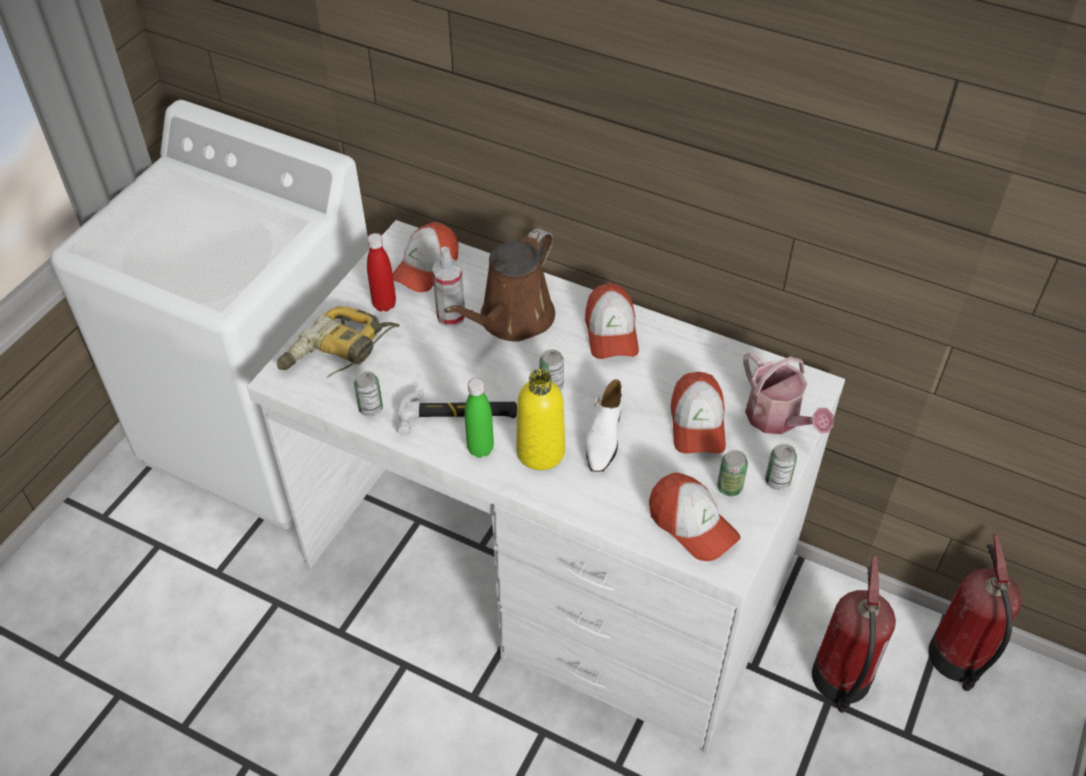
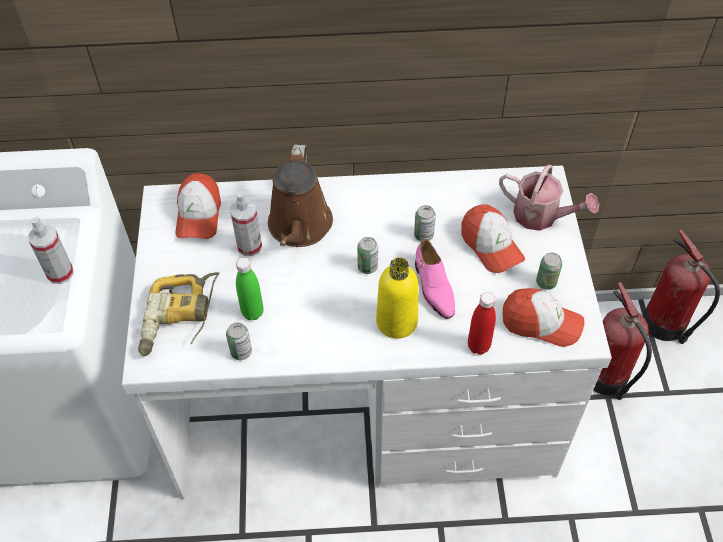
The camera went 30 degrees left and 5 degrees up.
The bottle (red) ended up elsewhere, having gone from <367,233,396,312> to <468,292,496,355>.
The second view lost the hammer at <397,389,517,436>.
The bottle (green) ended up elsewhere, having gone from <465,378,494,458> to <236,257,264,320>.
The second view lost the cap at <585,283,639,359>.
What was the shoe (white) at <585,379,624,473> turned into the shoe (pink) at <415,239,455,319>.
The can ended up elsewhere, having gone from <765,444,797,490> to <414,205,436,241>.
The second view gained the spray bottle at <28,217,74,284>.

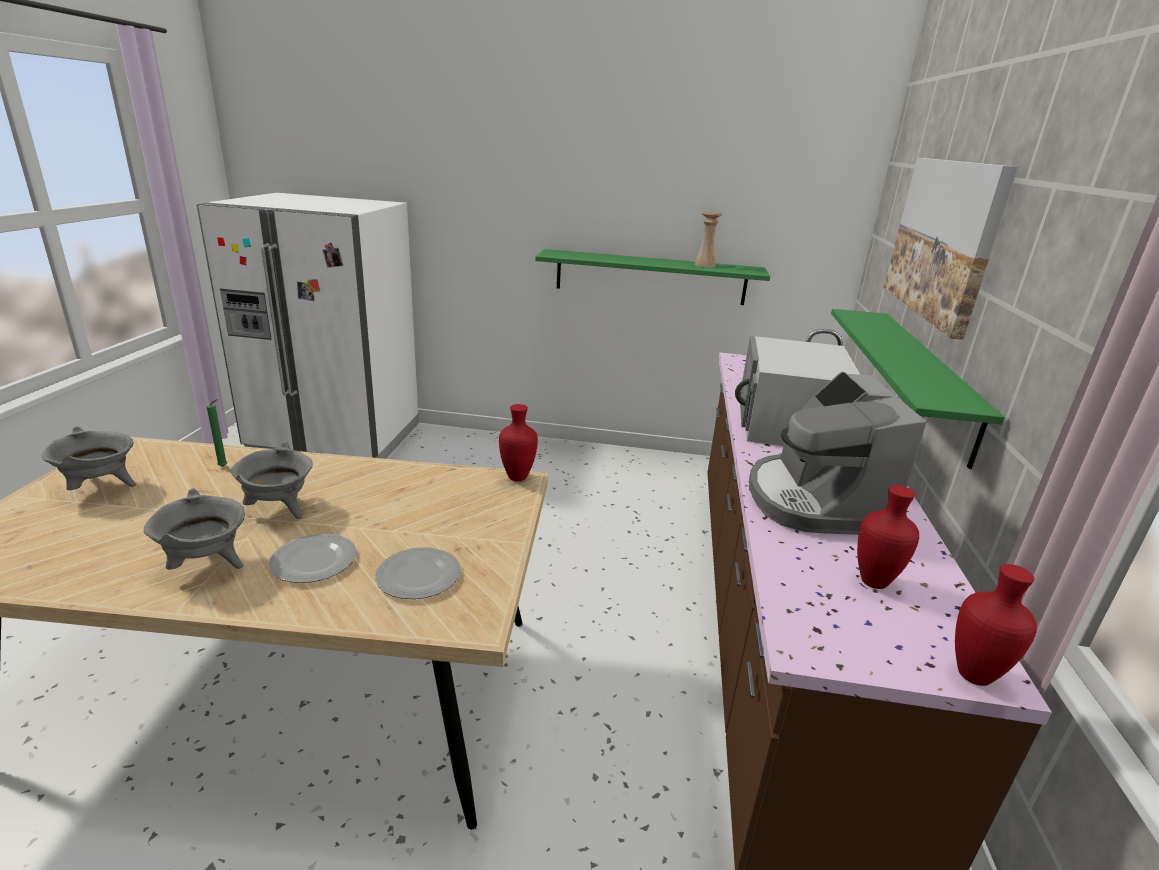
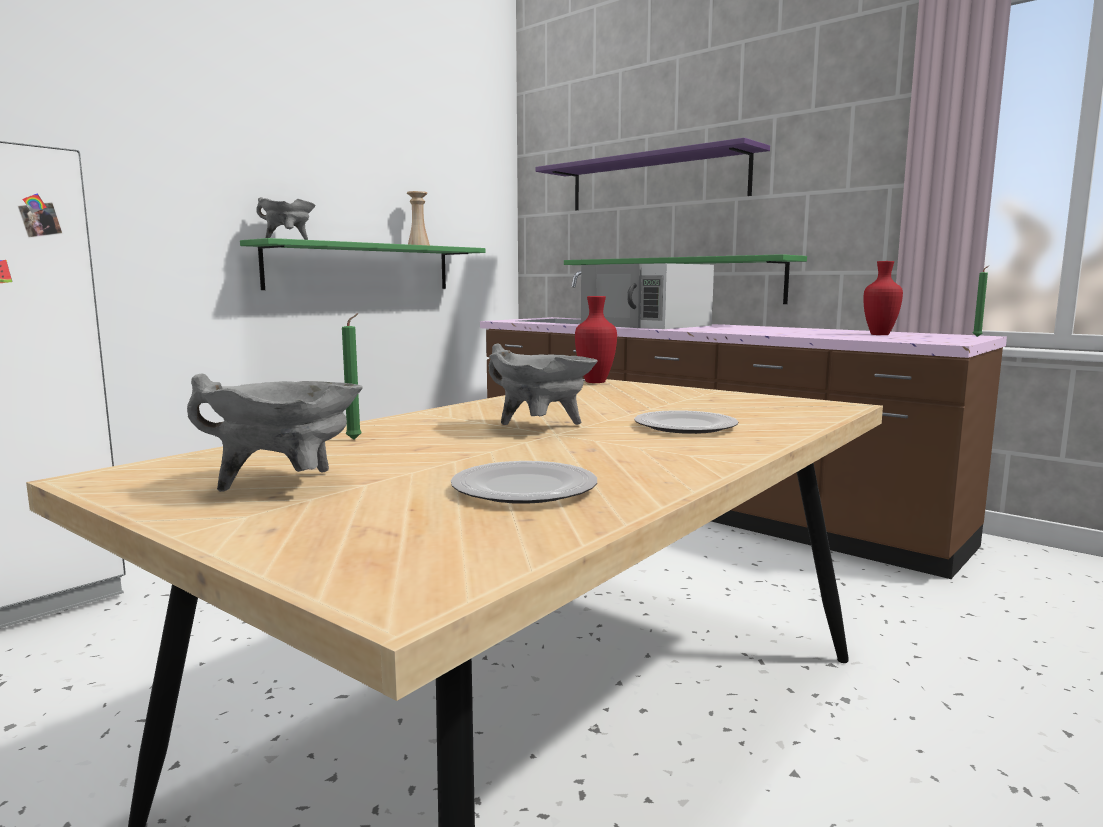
The camera went 55 degrees left and 15 degrees down.
The cooking pot (grey) ended up elsewhere, having gone from <144,488,245,570> to <256,197,316,240>.
The plate ended up elsewhere, having gone from <375,547,461,599> to <451,461,597,504>.
The second view lost the coffee machine at <749,372,927,535>.
Where the picture hung at <884,158,1018,340>, the shelf (purple) came to hang at <535,138,770,210>.
Where the vase (red) stood at <955,564,1037,686>, the candle (green) came to stand at <973,266,989,337>.

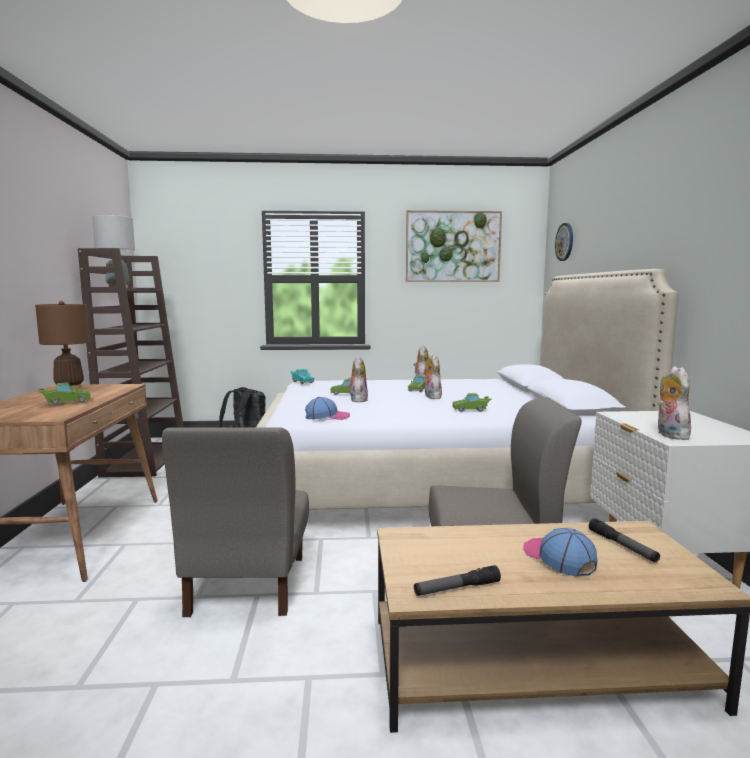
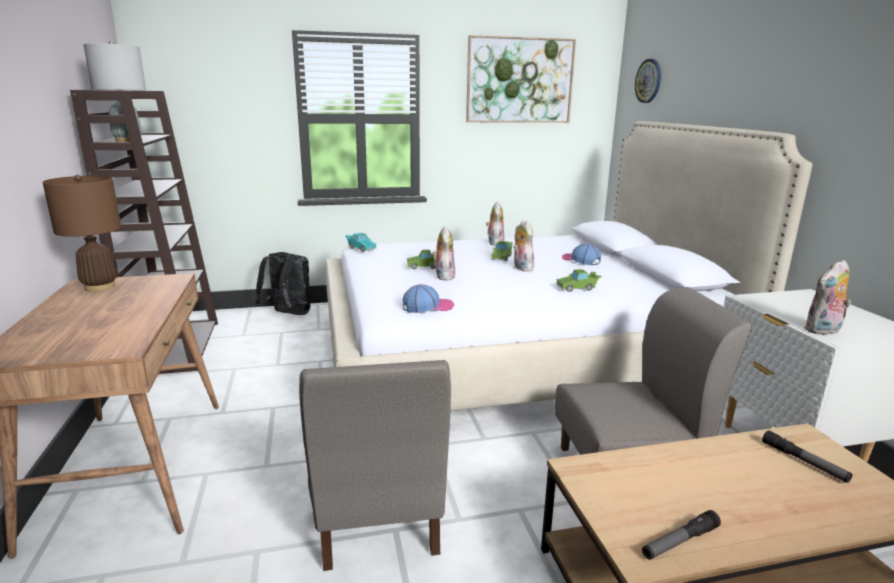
The camera went 10 degrees left and 10 degrees up.
The second view lost the toy car (green) at <38,382,91,406>.
The cap ended up elsewhere, having gone from <523,528,598,577> to <562,244,601,265>.
The plush toy at <657,366,691,440> ended up facing another way, 105 degrees counterclockwise from before.

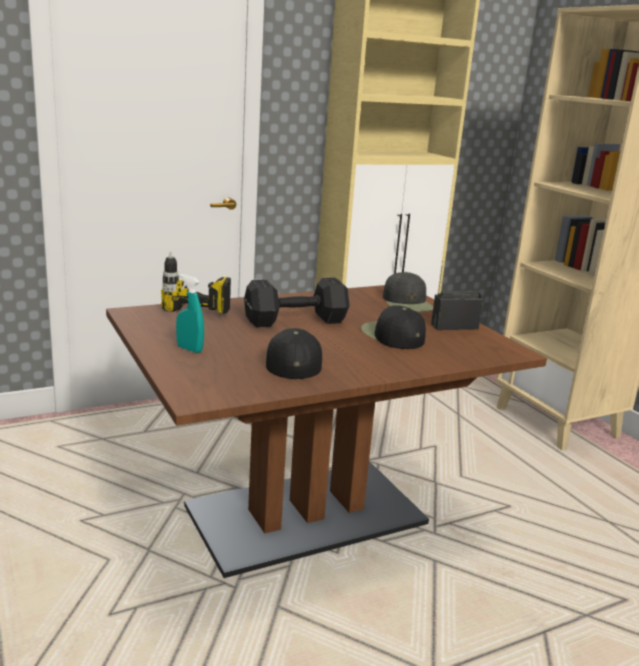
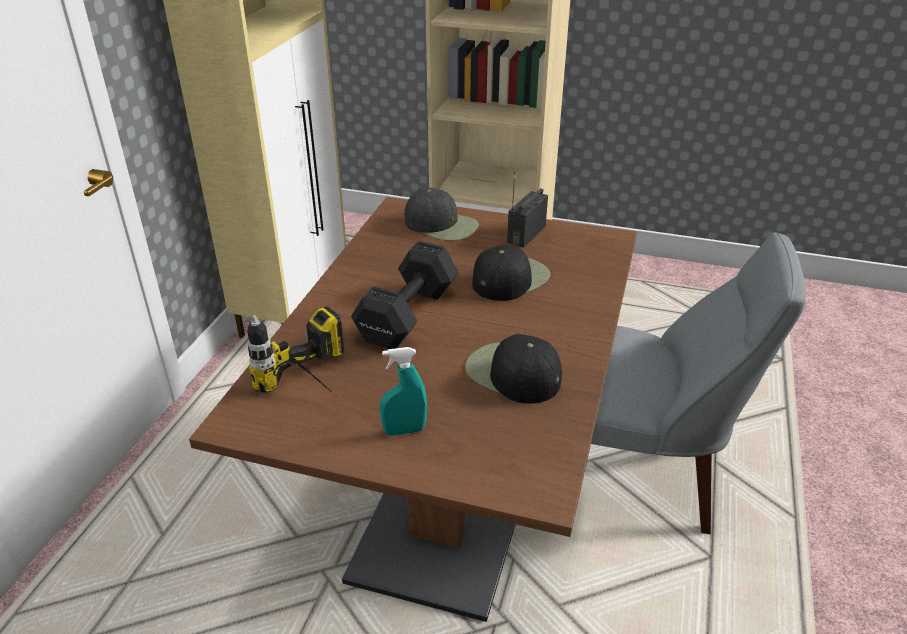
The camera went 45 degrees left and 15 degrees up.
The cap (black) at <361,305,426,349> ended up facing another way, 120 degrees clockwise from before.
The second view gained the chair (grey) at <591,232,806,534>.

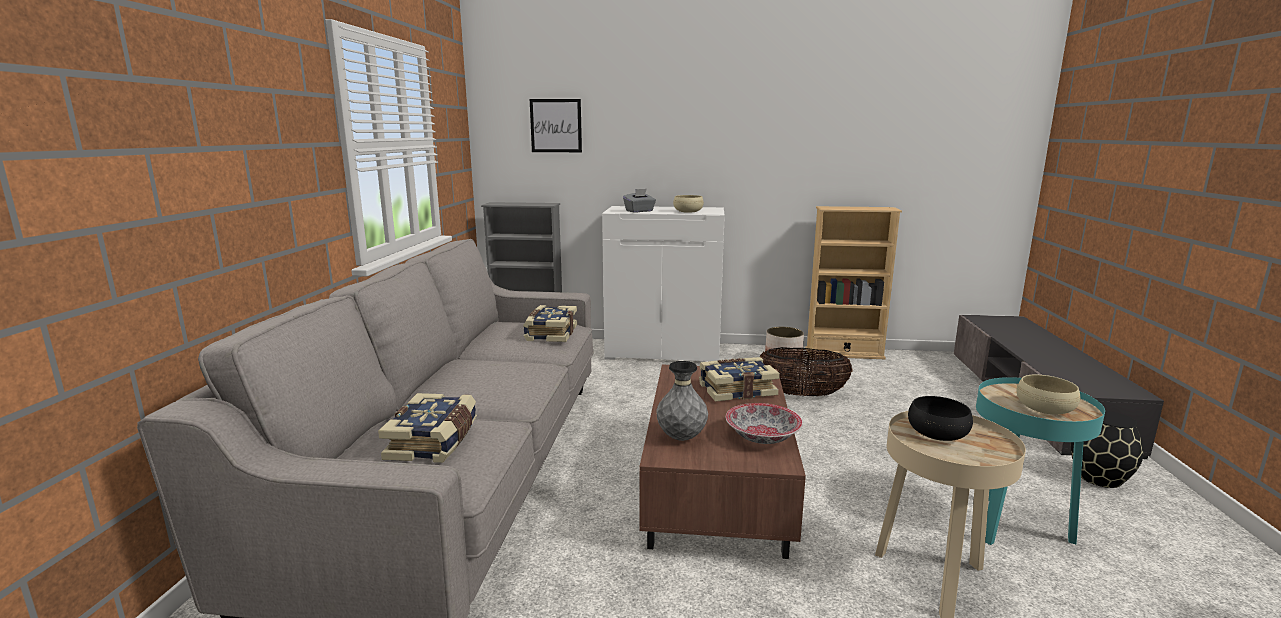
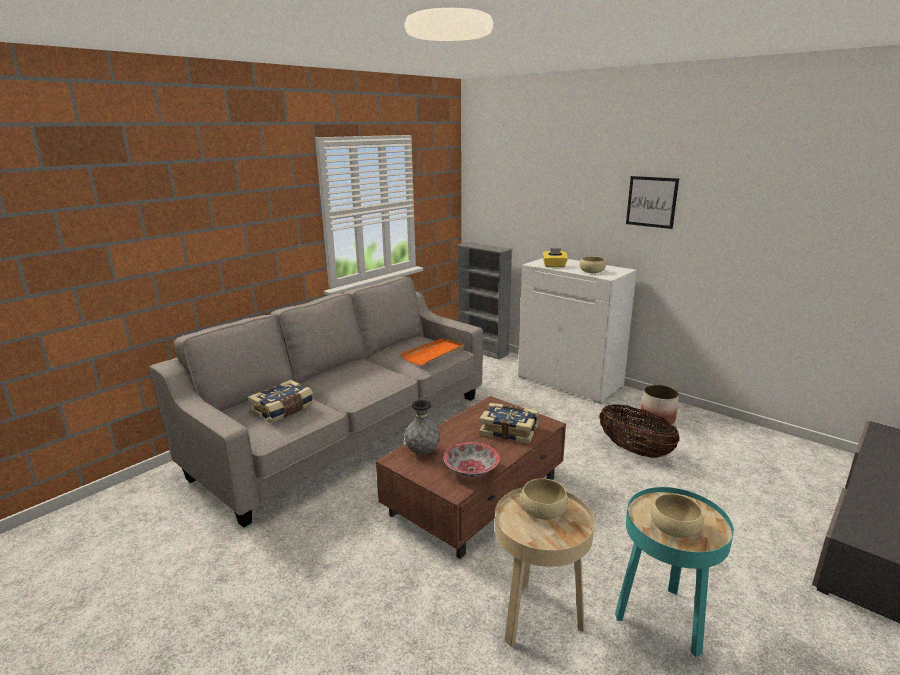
The camera went 35 degrees right and 5 degrees up.
Where the book stood at <523,305,577,342>, the tray (orange) came to stand at <401,338,464,366>.
The picture ended up elsewhere, having gone from <530,99,582,152> to <626,176,679,229>.
What was the tissue box (grey) at <623,189,656,213> turned into the tissue box (yellow) at <542,248,568,267>.
The second view lost the bookcase (beige) at <805,206,902,359>.
What was the bowl (black) at <908,396,973,441> turned into the bowl (beige) at <521,478,568,520>.
The second view lost the vase (black) at <1070,410,1143,488>.

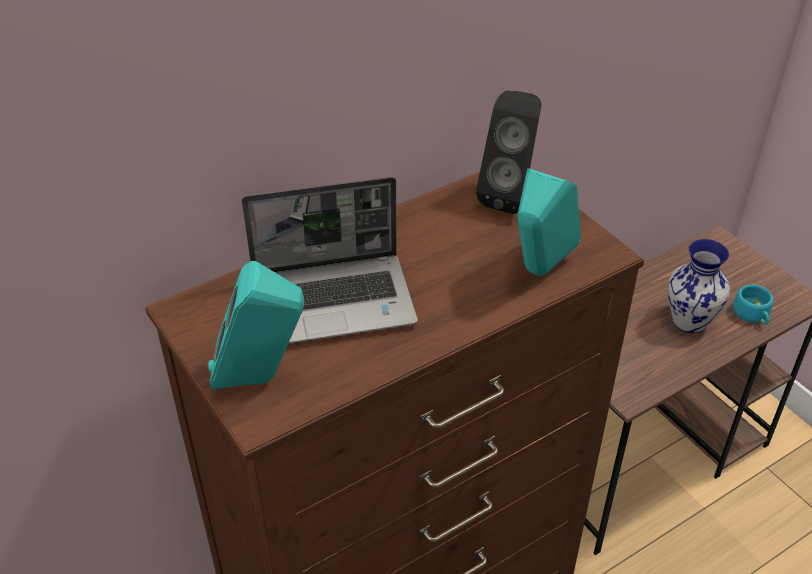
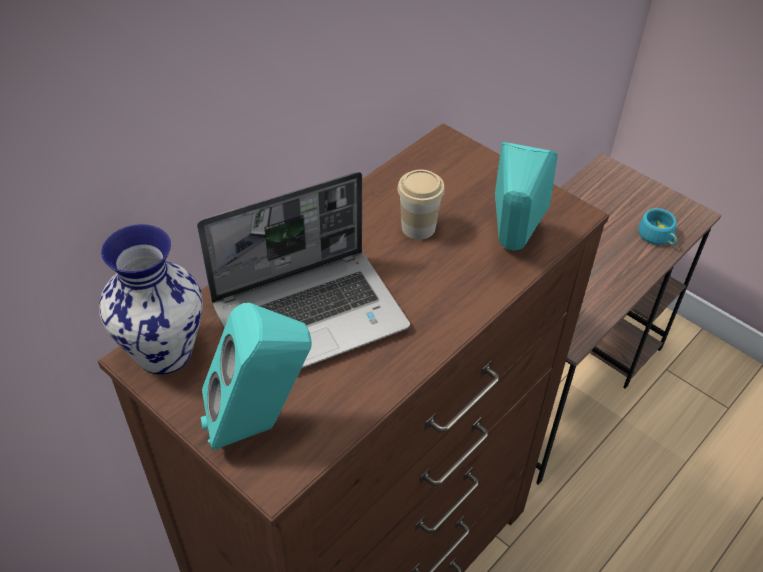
The camera went 15 degrees left and 5 degrees up.
The second view lost the speaker (black) at <476,91,541,214>.
The vase ended up elsewhere, having gone from <668,239,730,333> to <99,224,203,375>.
The second view gained the cup at <397,170,445,240>.

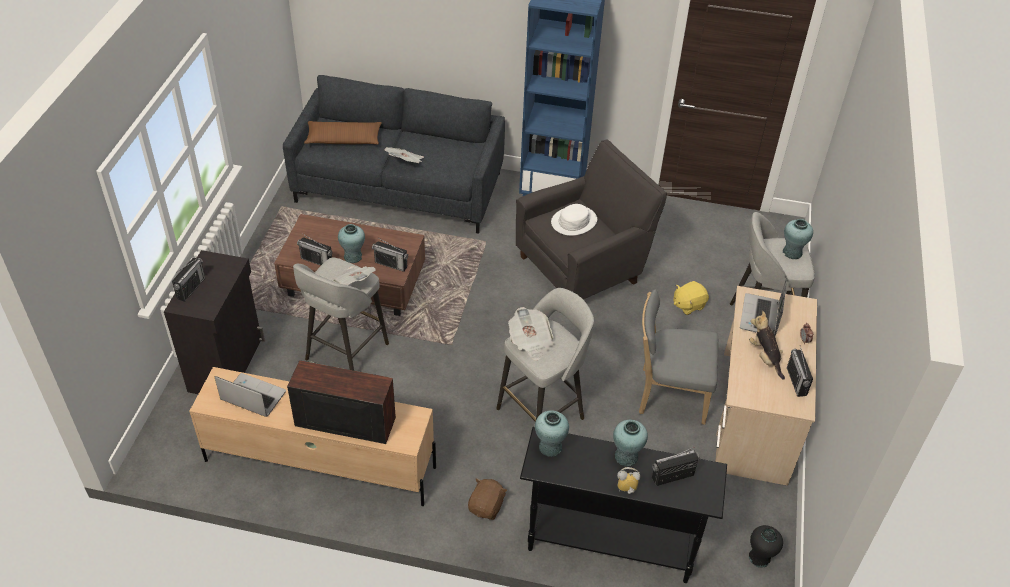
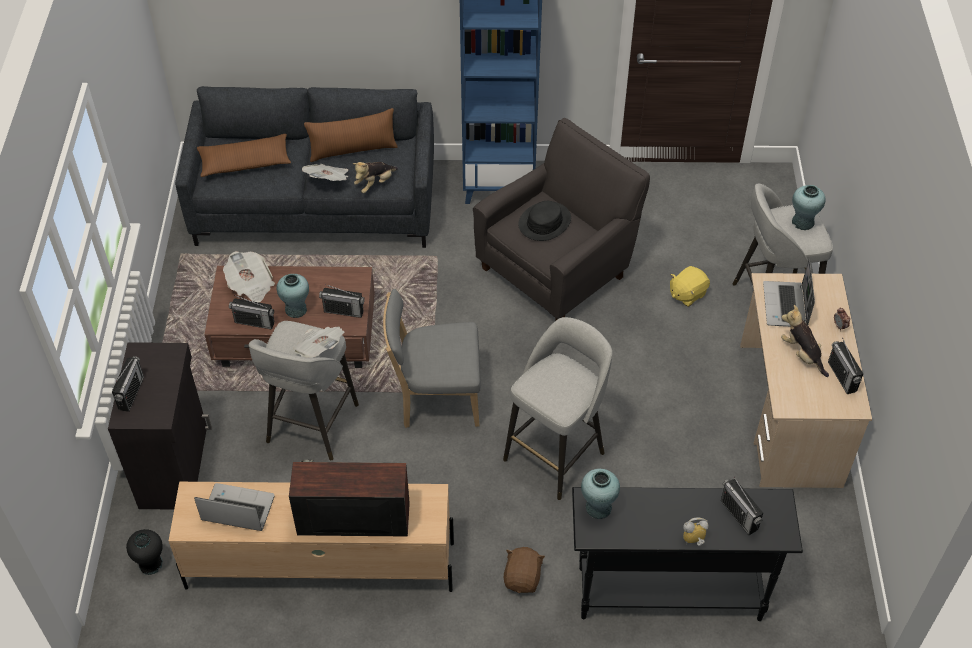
The camera went 10 degrees left and 5 degrees up.
The newspaper ended up elsewhere, having gone from <508,307,555,361> to <223,251,275,303>.
What was the hat (white) at <551,204,597,236> turned into the hat (black) at <518,201,571,241>.
The second view lost the vase (turquoise) at <613,420,648,466>.
The chair (grey) ended up elsewhere, having gone from <639,289,718,424> to <383,289,481,428>.
The radio at <652,447,700,486> ended up facing another way, 90 degrees counterclockwise from before.
The vase (black) ended up elsewhere, having gone from <749,525,783,568> to <126,529,163,575>.
The second view gained the pillow (brown) at <304,108,398,162>.
The second view gained the plush toy at <353,162,398,193>.

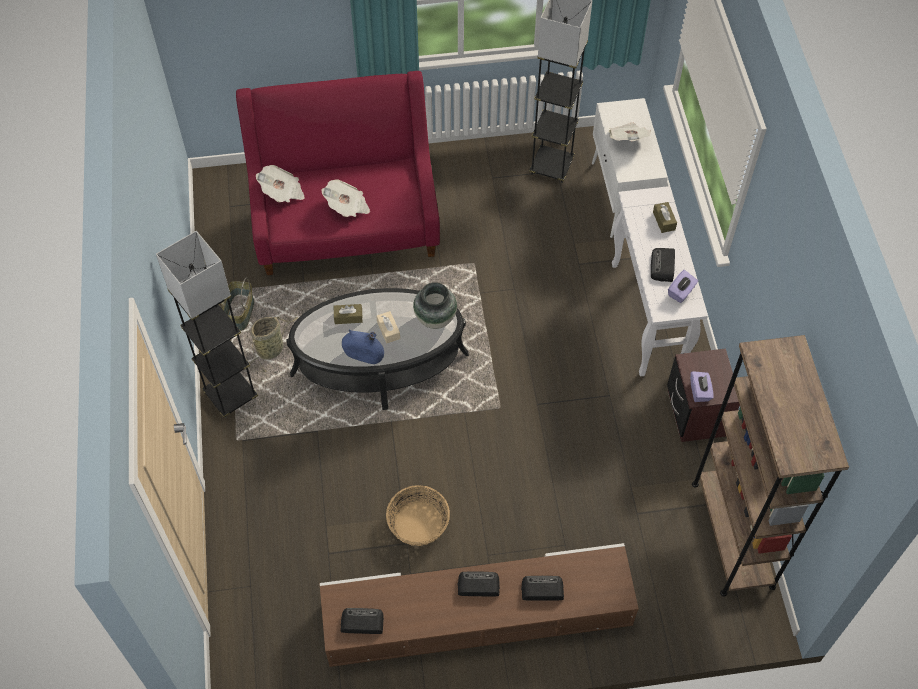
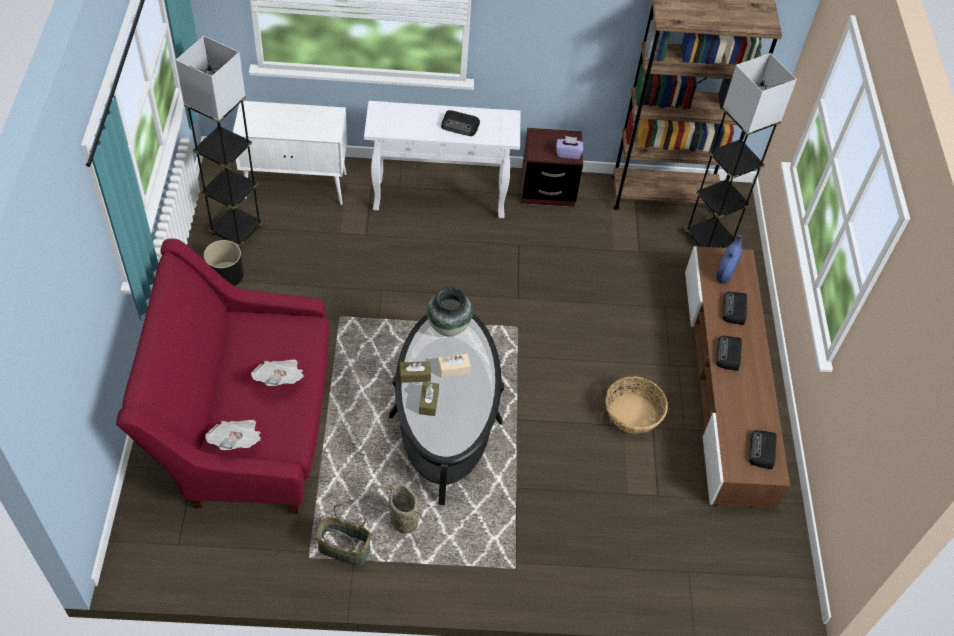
The camera went 85 degrees left and 5 degrees down.
The floor lamp (grey) ended up elsewhere, having gone from <156,231,258,418> to <685,53,797,248>.
The vase (blue) ended up elsewhere, having gone from <342,330,384,364> to <716,235,744,284>.
The second view lost the newspaper at <609,123,651,141>.
The tissue box (brown) ended up elsewhere, having gone from <653,202,677,233> to <400,361,431,383>.
The second view lost the tissue box (purple) at <668,270,698,303>.
The second view gained the planter (black) at <204,240,244,286>.

